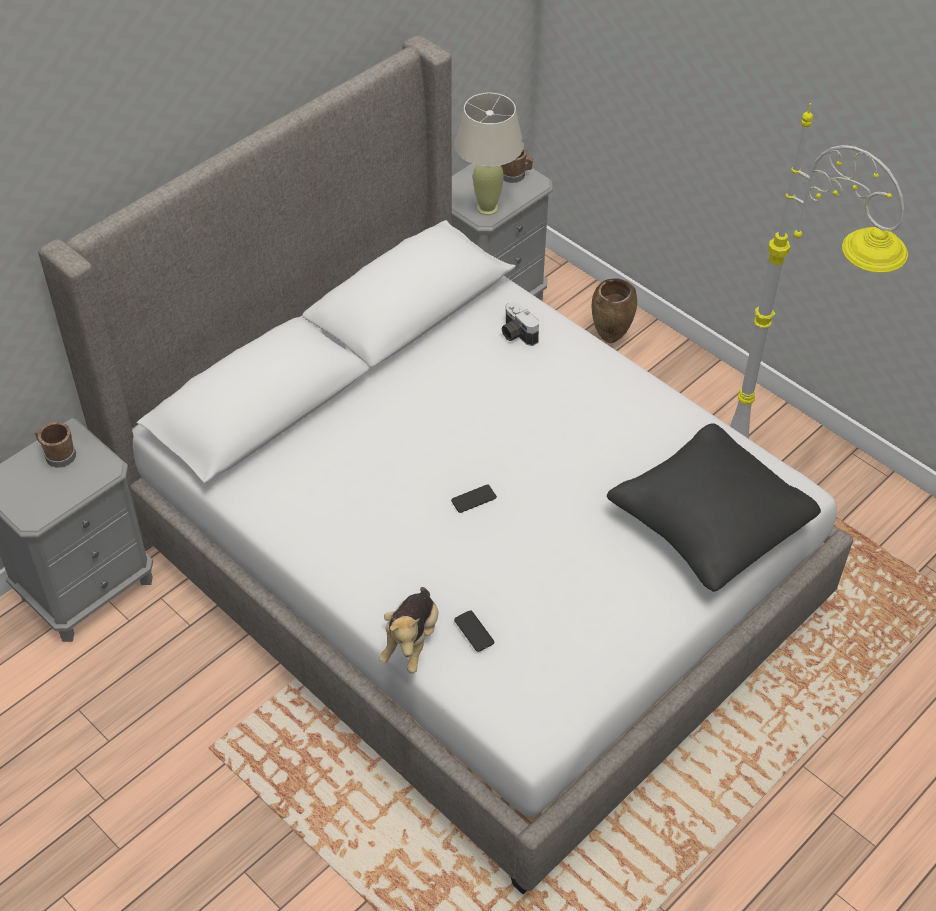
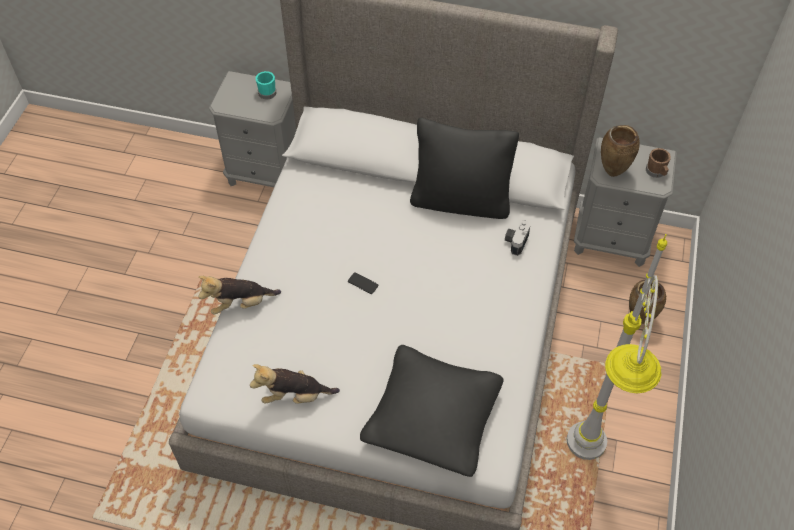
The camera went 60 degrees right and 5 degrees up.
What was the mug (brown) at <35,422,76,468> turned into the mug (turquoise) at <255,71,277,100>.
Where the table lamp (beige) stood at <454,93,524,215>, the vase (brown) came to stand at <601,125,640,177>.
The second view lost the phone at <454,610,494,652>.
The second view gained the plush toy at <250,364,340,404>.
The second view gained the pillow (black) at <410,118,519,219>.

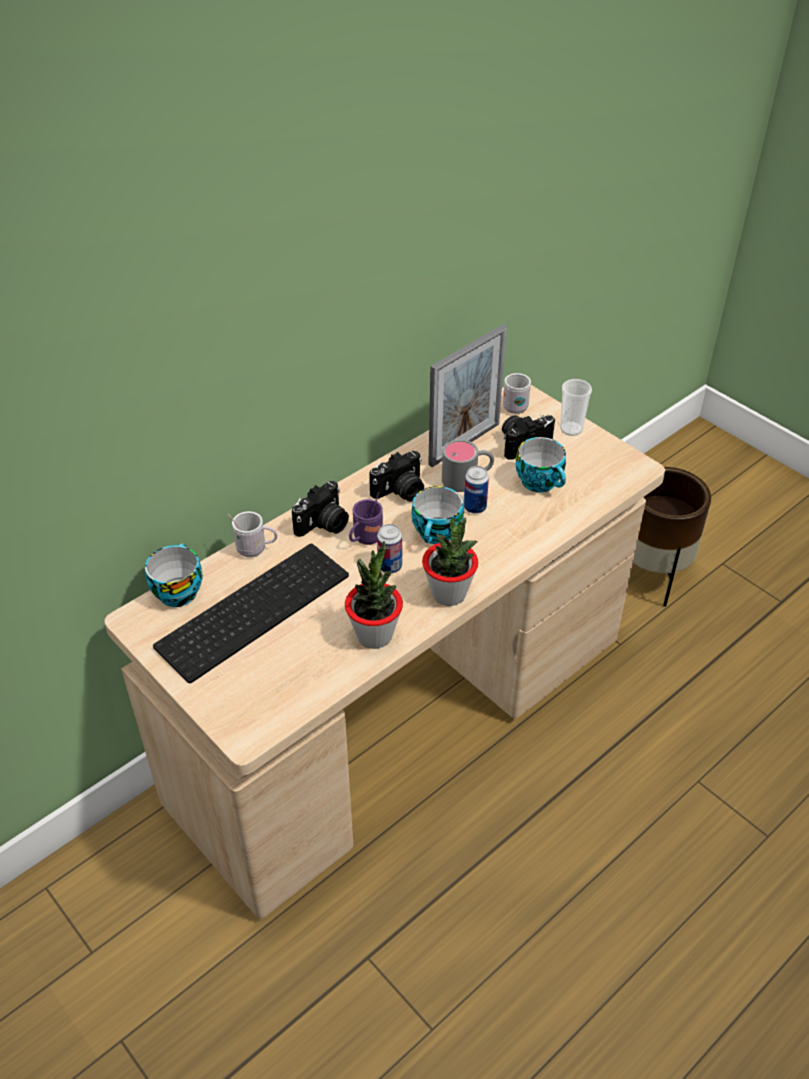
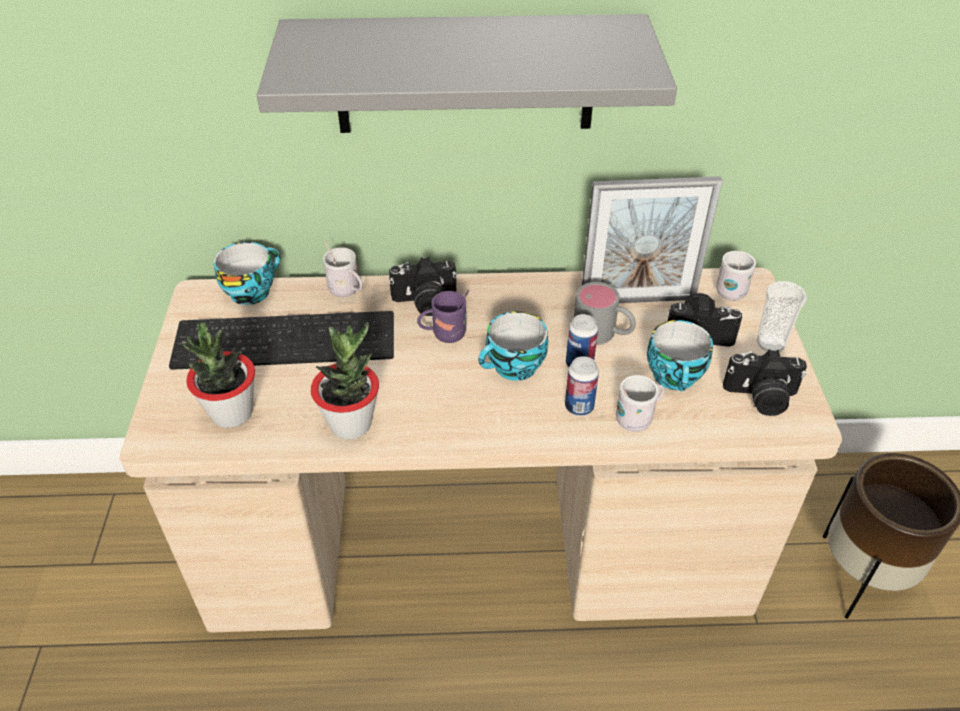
The camera went 40 degrees right and 0 degrees up.
The photo camera ended up elsewhere, having gone from <369,451,424,502> to <723,349,807,416>.
The can ended up elsewhere, having gone from <377,524,402,573> to <565,356,599,416>.
The potted plant ended up elsewhere, having gone from <422,517,478,606> to <182,323,255,428>.
The second view gained the shelf (grey) at <257,14,677,133>.
The second view gained the mug (white) at <616,375,665,432>.

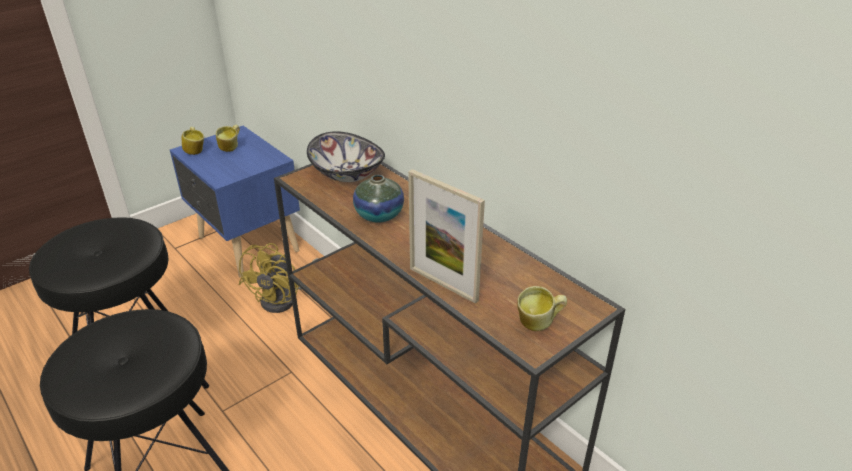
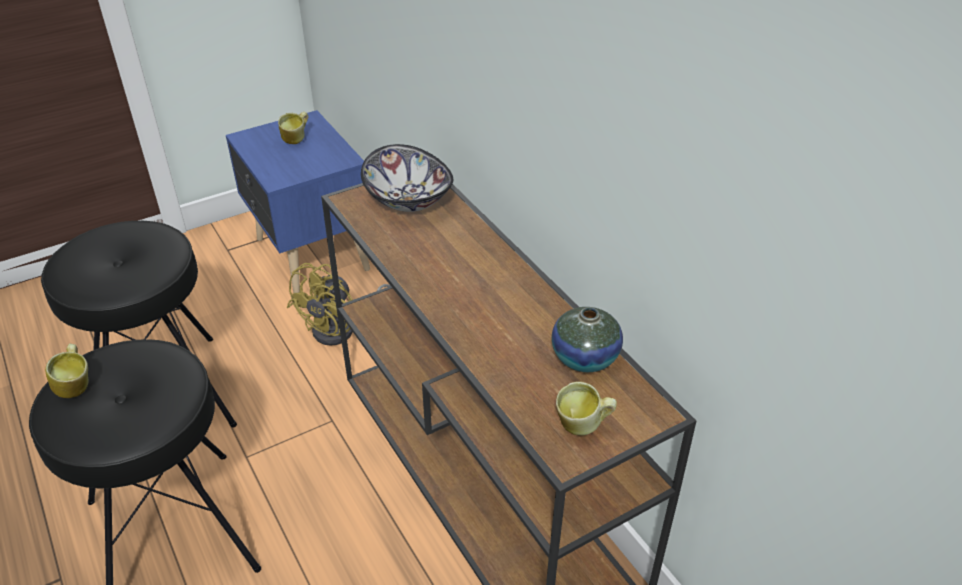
The camera went 10 degrees right and 5 degrees up.
The mug ended up elsewhere, having gone from <182,127,204,155> to <45,343,89,398>.
The vase ended up elsewhere, having gone from <353,175,404,223> to <552,307,623,372>.
The second view lost the picture frame at <408,169,485,304>.

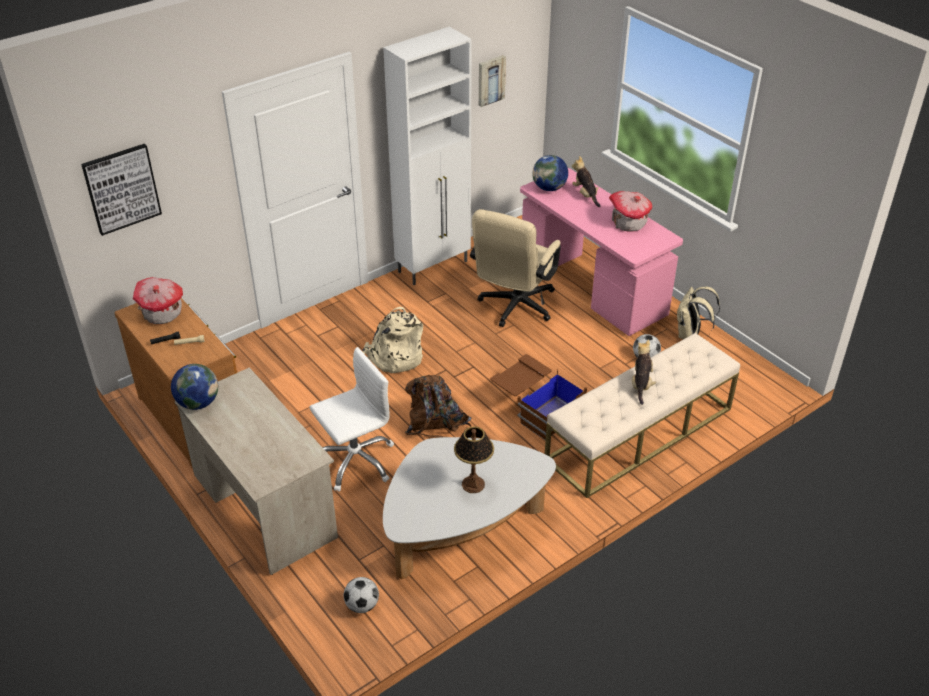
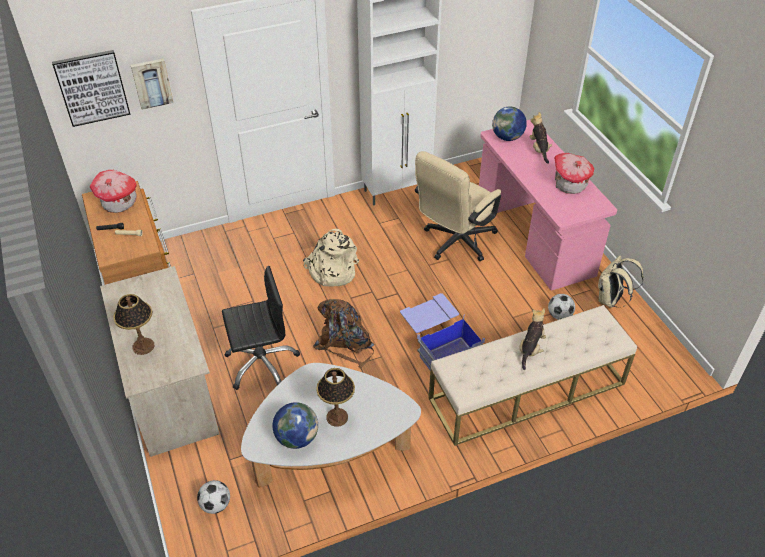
The camera went 15 degrees right and 5 degrees up.
The globe ended up elsewhere, having gone from <171,364,218,410> to <272,402,318,449>.
What was the office chair (white) at <310,347,394,492> turned into the office chair (black) at <222,266,300,390>.
The picture ended up elsewhere, having gone from <479,55,506,107> to <131,59,173,110>.
What was the storage box (brown) at <490,354,587,440> turned into the storage box (blue) at <400,293,485,370>.
The second view gained the table lamp at <113,294,154,355>.

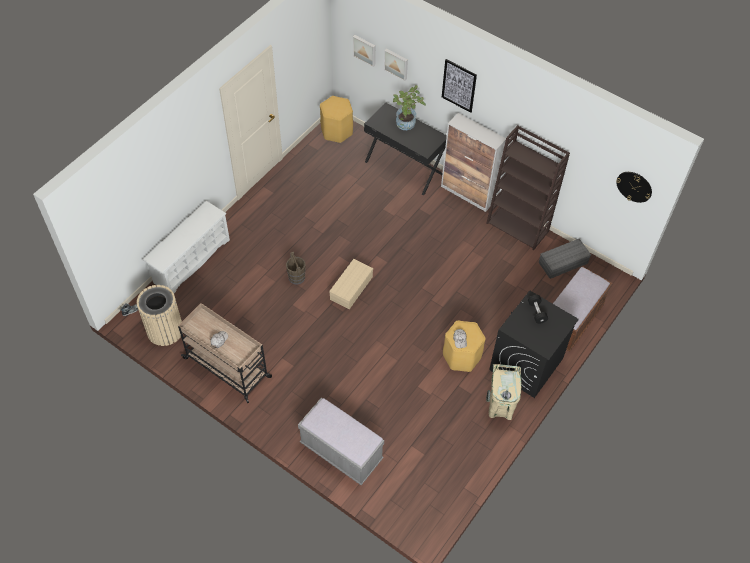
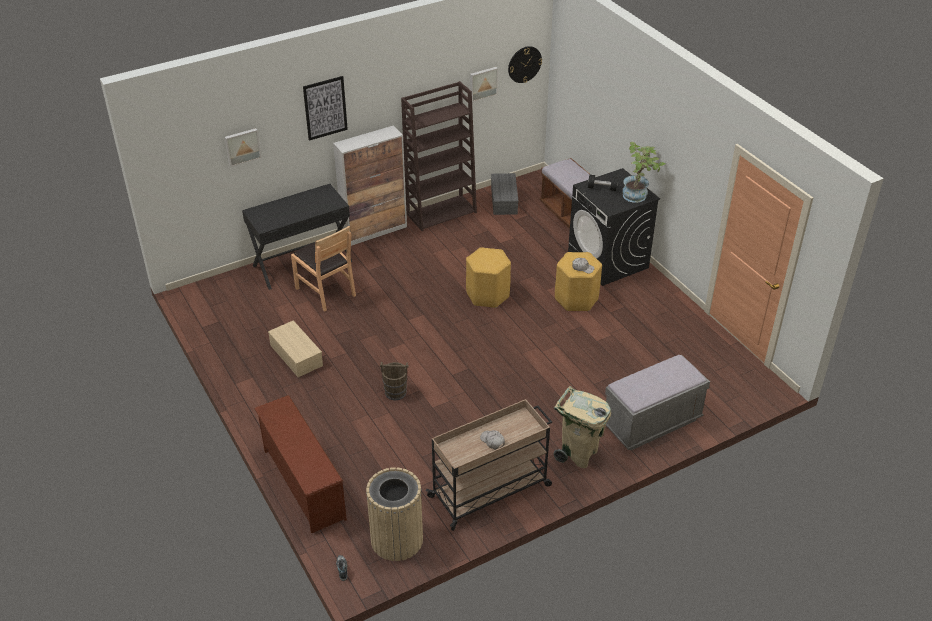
The camera went 65 degrees left and 15 degrees down.
What was the shoe rack (white) at <143,201,230,293> turned into the shoe rack (brown) at <254,395,347,533>.
The stool (yellow) ended up elsewhere, having gone from <320,96,353,143> to <466,247,511,308>.
The storage box (beige) ended up elsewhere, having gone from <329,259,373,309> to <268,320,323,377>.
The picture ended up elsewhere, having gone from <353,35,376,67> to <470,67,498,102>.
The potted plant ended up elsewhere, having gone from <393,85,426,130> to <622,142,665,203>.
The trash can (beige) ended up elsewhere, having gone from <486,364,522,420> to <553,386,611,468>.
The second view gained the chair (brown) at <291,226,356,312>.

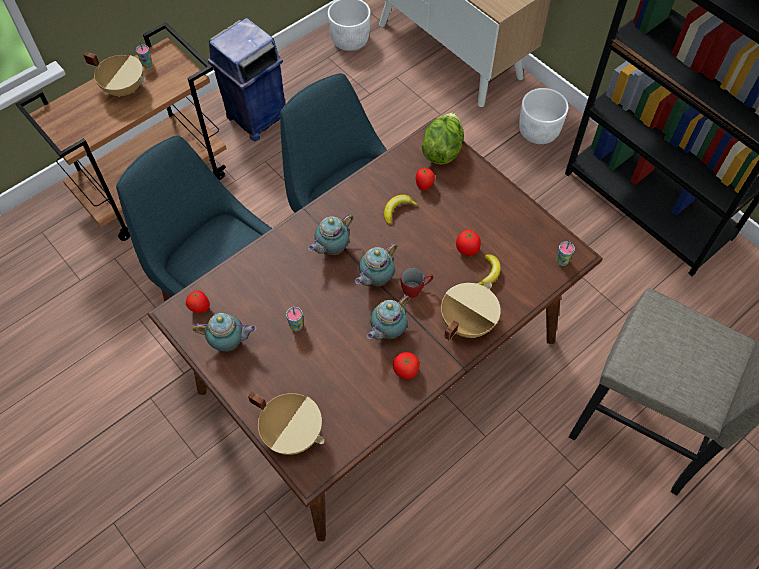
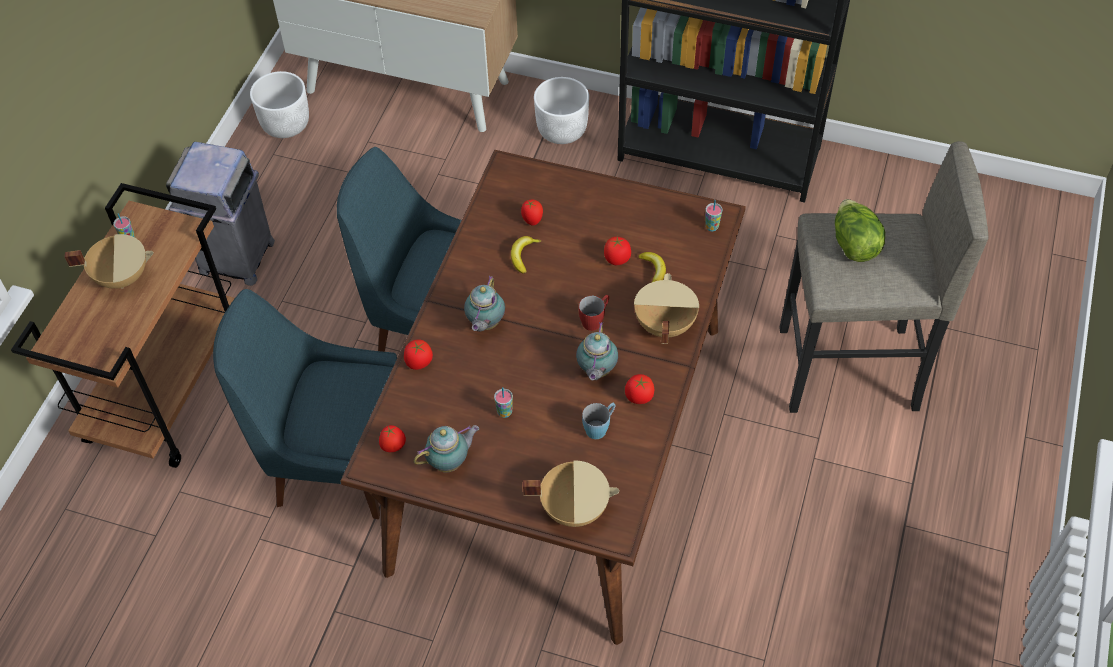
The camera went 30 degrees left and 5 degrees down.
What was the trash can (blue) at <208,18,285,141> turned into the trash can (grey) at <166,142,275,286>.
The second view lost the teapot at <355,242,397,286>.
The lettuce ended up elsewhere, having gone from <421,113,464,165> to <835,199,885,262>.
The second view gained the tomato at <404,340,433,370>.
The second view gained the mug (blue) at <582,403,616,439>.

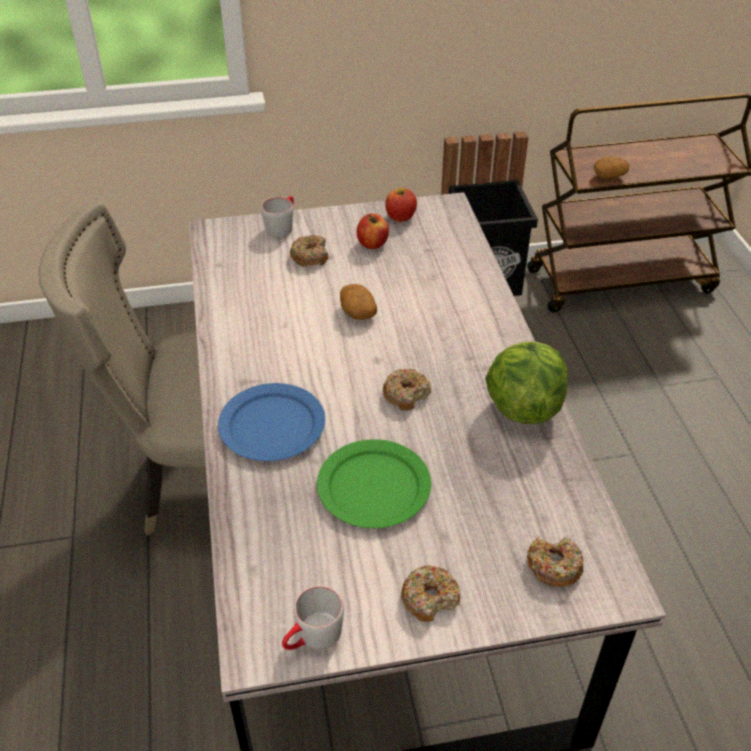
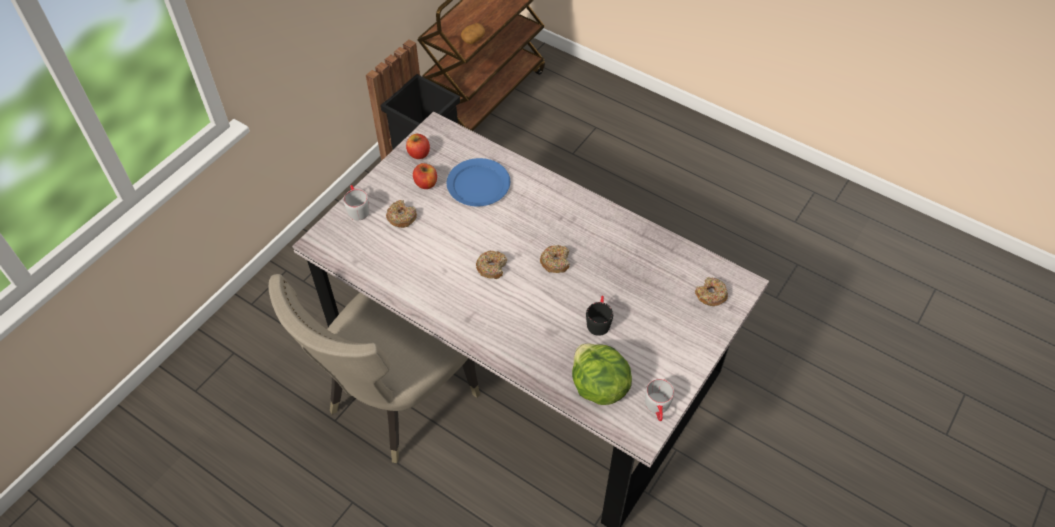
The camera went 45 degrees left and 10 degrees up.
The plate (blue) ended up elsewhere, having gone from <218,383,325,461> to <447,158,510,206>.
Where the plate (green) stood at <317,439,431,528>, the mug (black) came to stand at <586,295,613,336>.
The second view lost the potato at <340,284,377,320>.
The donut ended up elsewhere, having gone from <401,565,460,622> to <476,250,507,279>.
The lettuce ended up elsewhere, having gone from <485,341,567,424> to <572,343,632,405>.

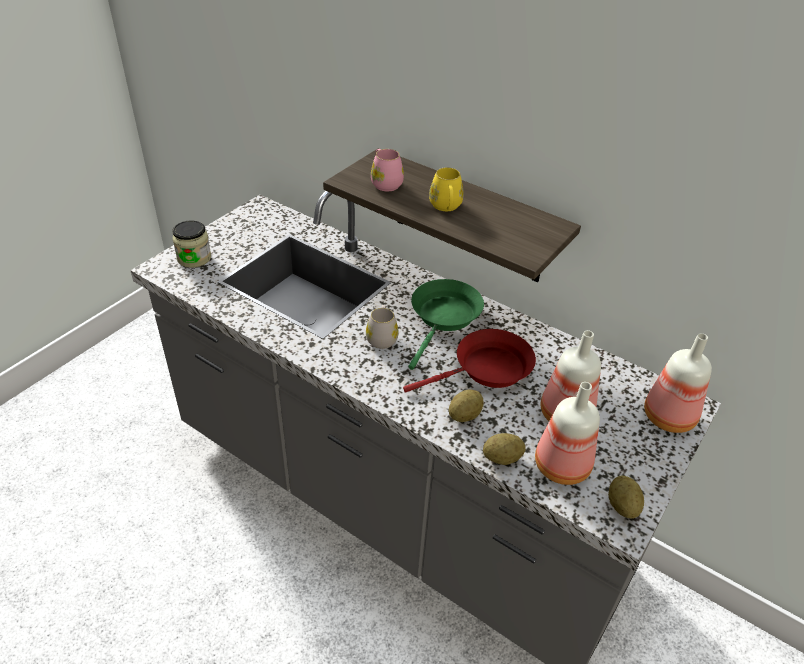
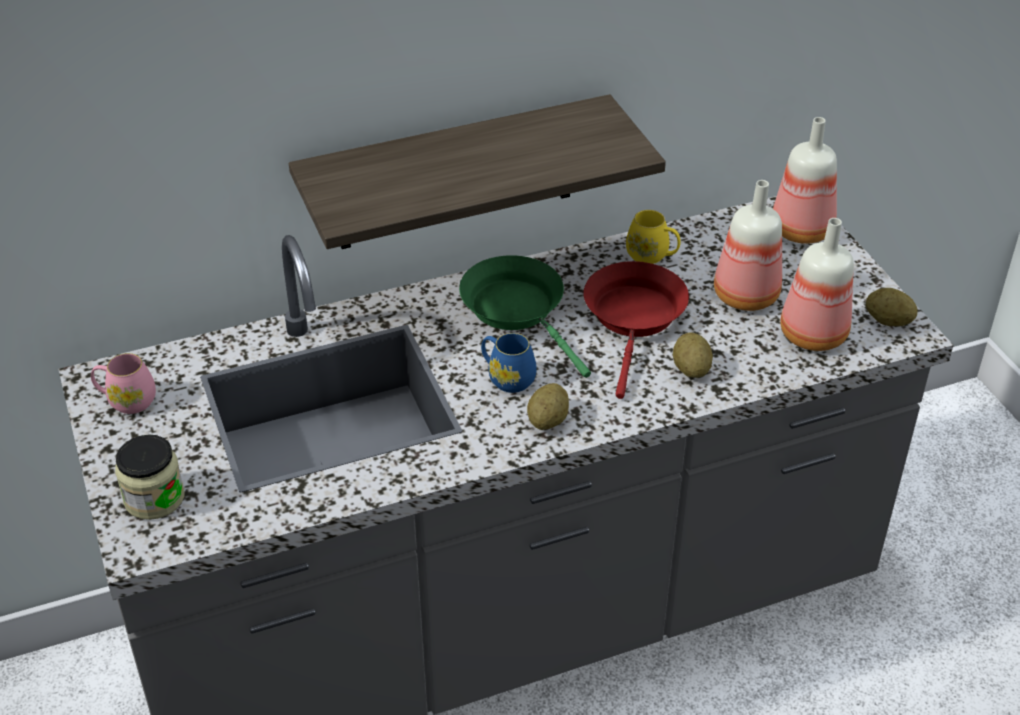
The camera went 55 degrees left and 0 degrees up.
What was the mug (white) at <366,305,399,349> turned into the mug (blue) at <481,333,537,393>.
The mug (pink) ended up elsewhere, having gone from <371,149,404,191> to <91,353,156,414>.
The mug (yellow) ended up elsewhere, having gone from <429,167,464,211> to <626,210,681,264>.
The potato ended up elsewhere, having gone from <483,433,525,465> to <527,383,569,430>.

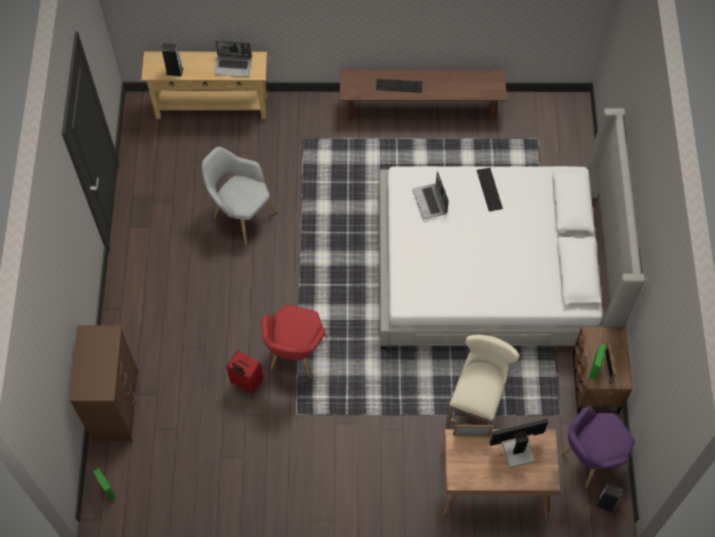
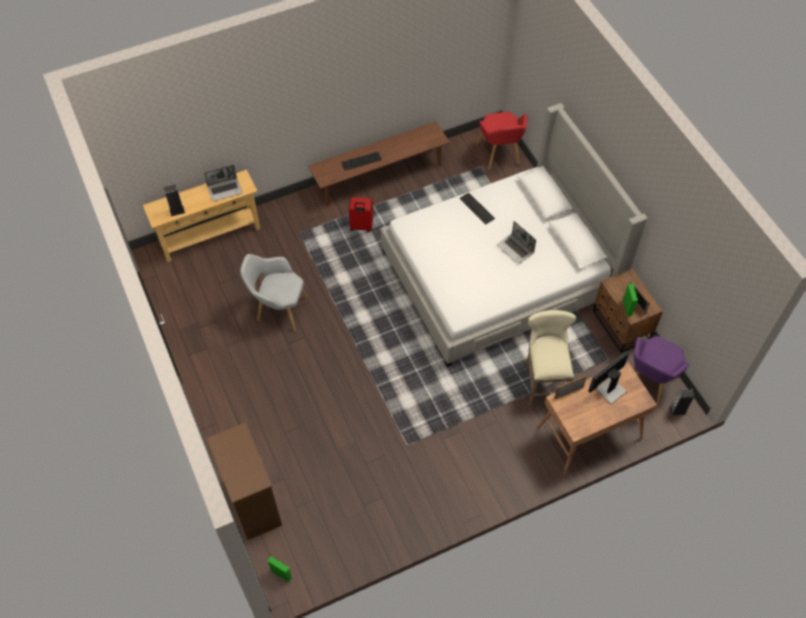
The camera went 25 degrees left and 5 degrees down.
The suitcase (red) ended up elsewhere, having gone from <226,350,263,394> to <349,197,373,232>.
The armchair (red) ended up elsewhere, having gone from <262,305,327,378> to <477,112,528,169>.
The laptop ended up elsewhere, having gone from <412,171,449,219> to <497,221,536,264>.

